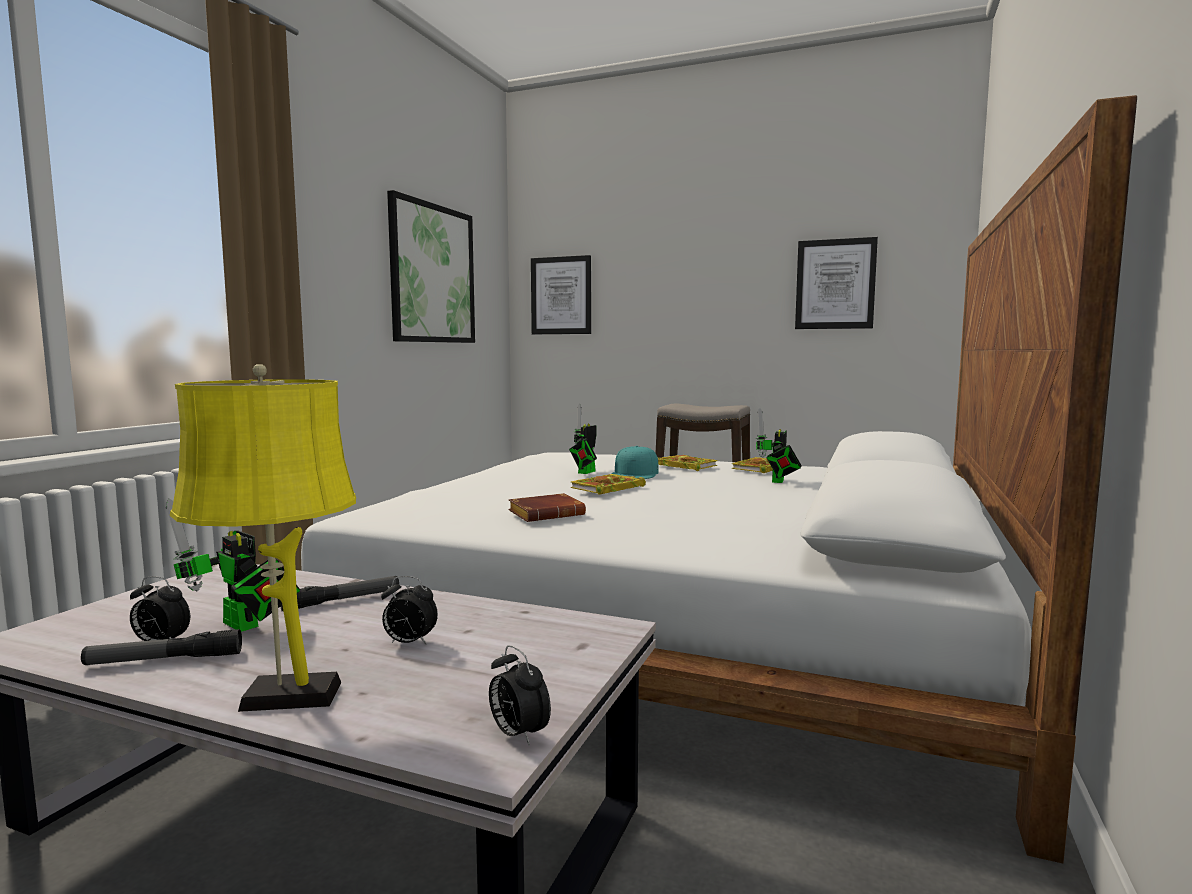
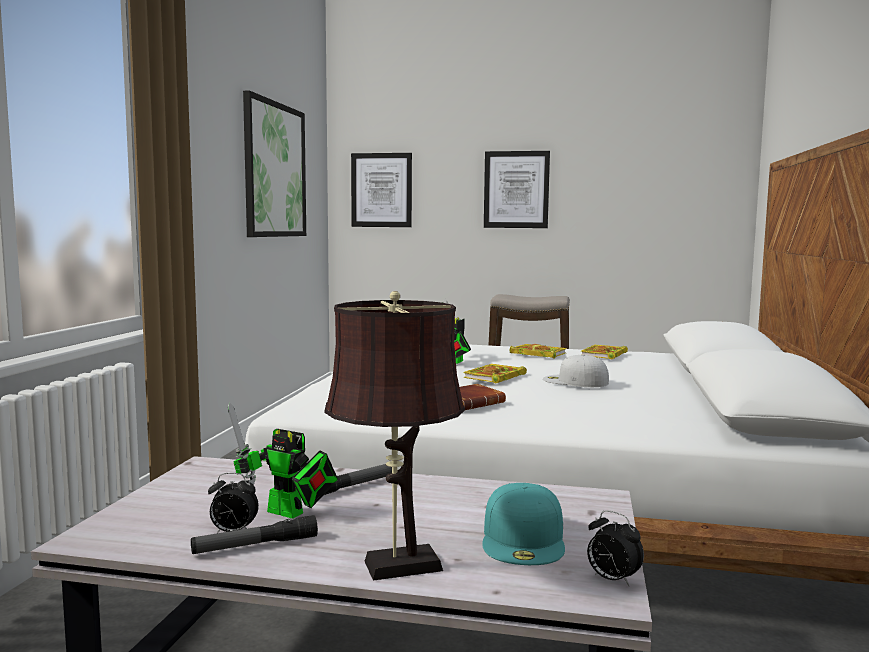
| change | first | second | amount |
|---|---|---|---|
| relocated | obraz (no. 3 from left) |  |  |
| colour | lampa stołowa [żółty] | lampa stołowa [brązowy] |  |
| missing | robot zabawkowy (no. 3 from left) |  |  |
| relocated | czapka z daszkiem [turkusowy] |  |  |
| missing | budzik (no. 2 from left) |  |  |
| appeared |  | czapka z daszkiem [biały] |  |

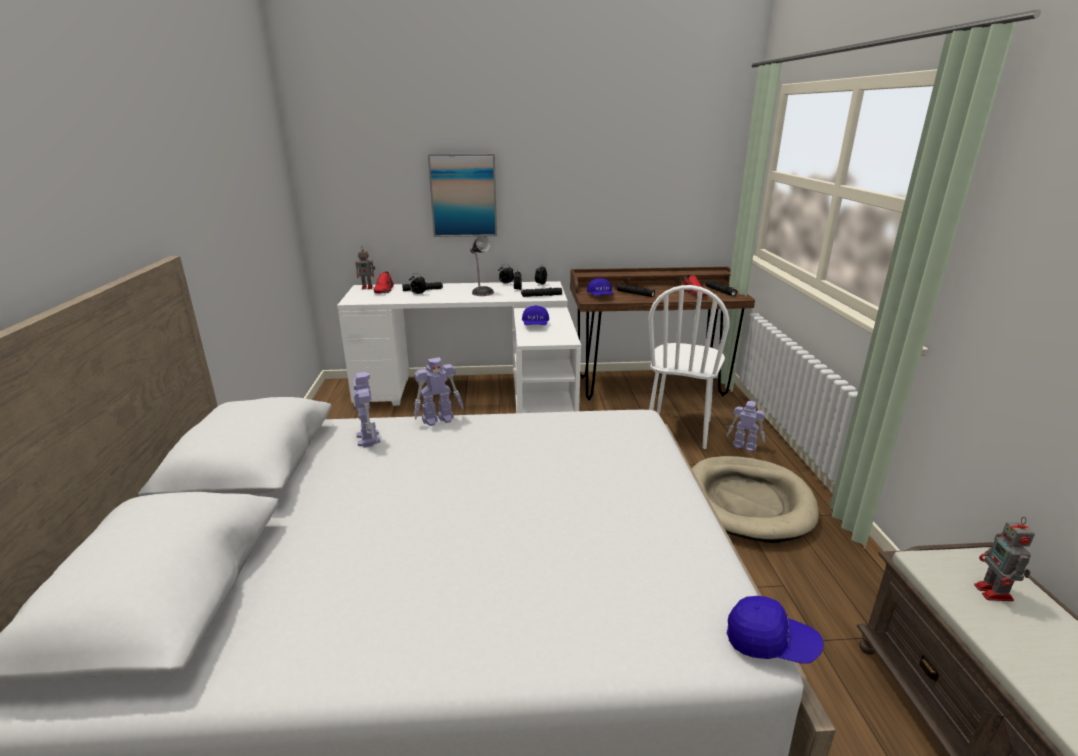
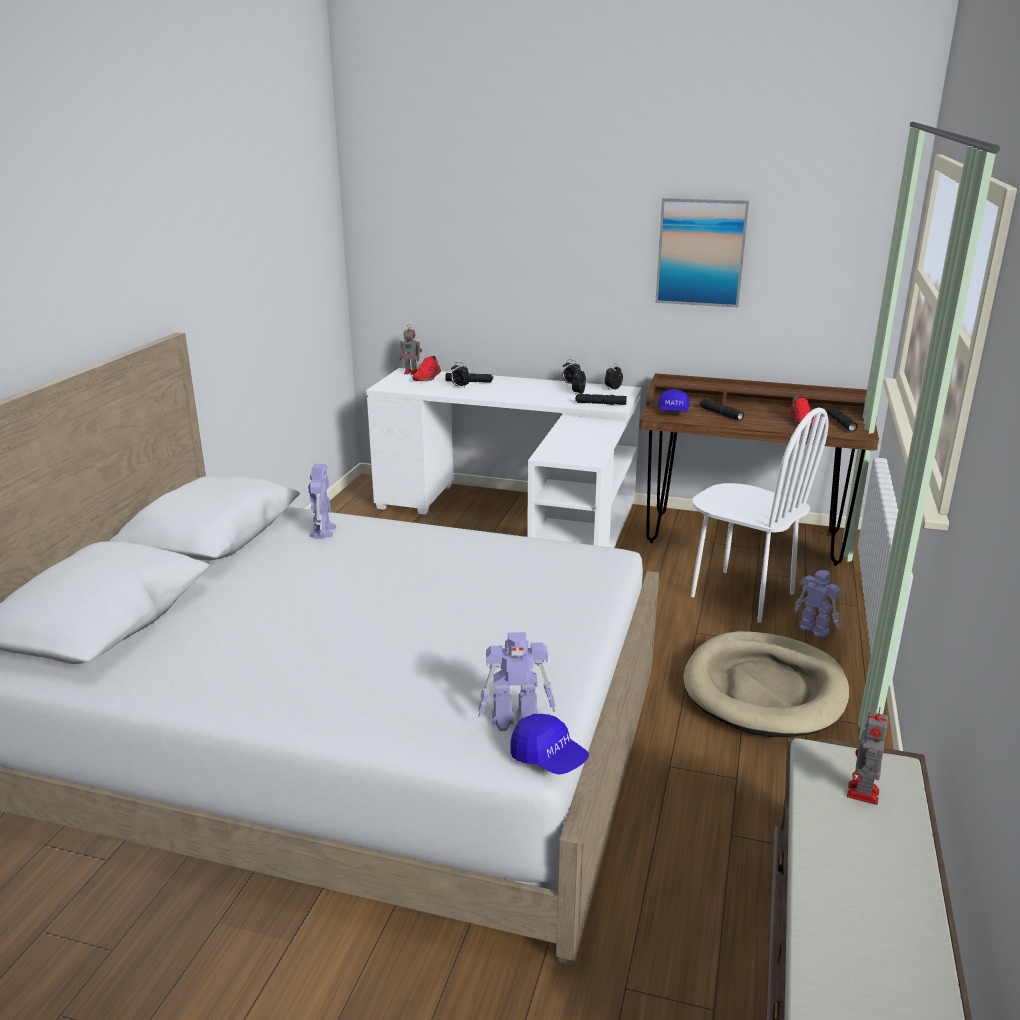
| change | first | second | amount |
|---|---|---|---|
| relocated | obraz |  |  |
| missing | lampa stołowa |  |  |
| spun | krzesło [biały] |  | 90 degrees counterclockwise |
| missing | czapka z daszkiem [niebieski] (no. 1 from left) |  |  |
| relocated | robot zabawkowy (no. 3 from left) |  |  |

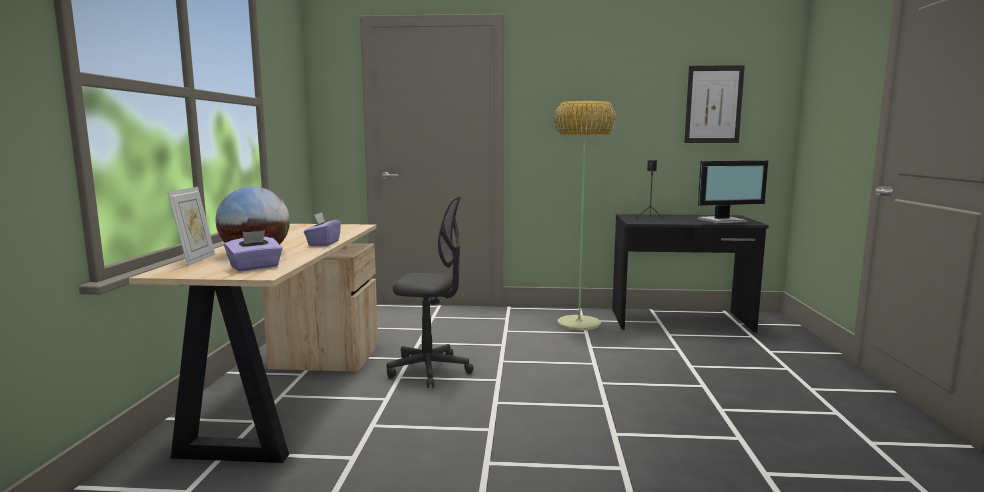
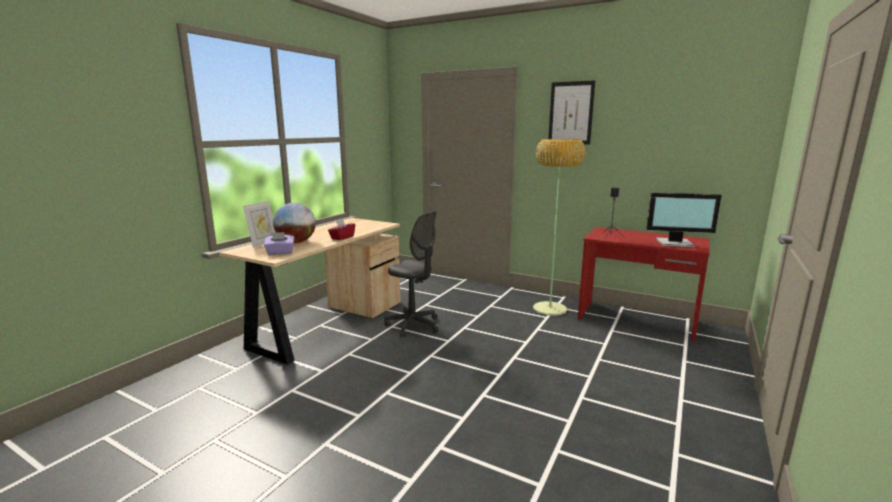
| change | first | second | amount |
|---|---|---|---|
| relocated | obraz |  |  |
| colour | pudełko chusteczek [fioletowy] (no. 2 from left) | pudełko chusteczek [czerwony] |  |
| colour | biurko [czarny] | biurko [czerwony] |  |

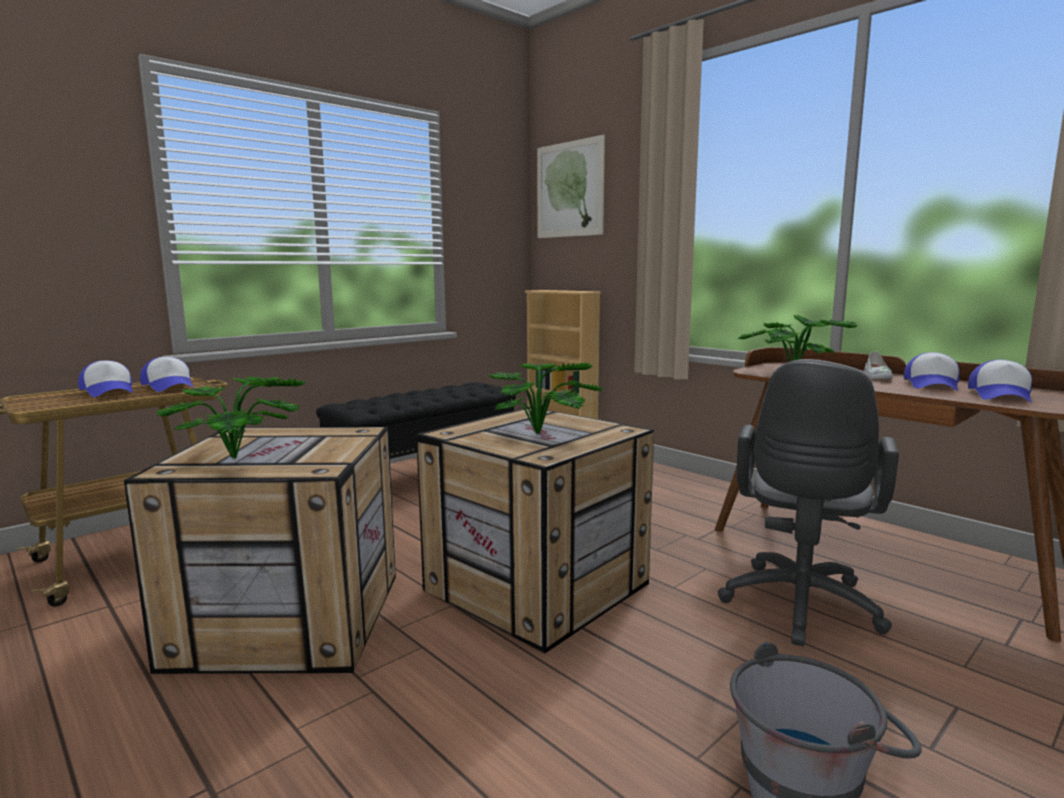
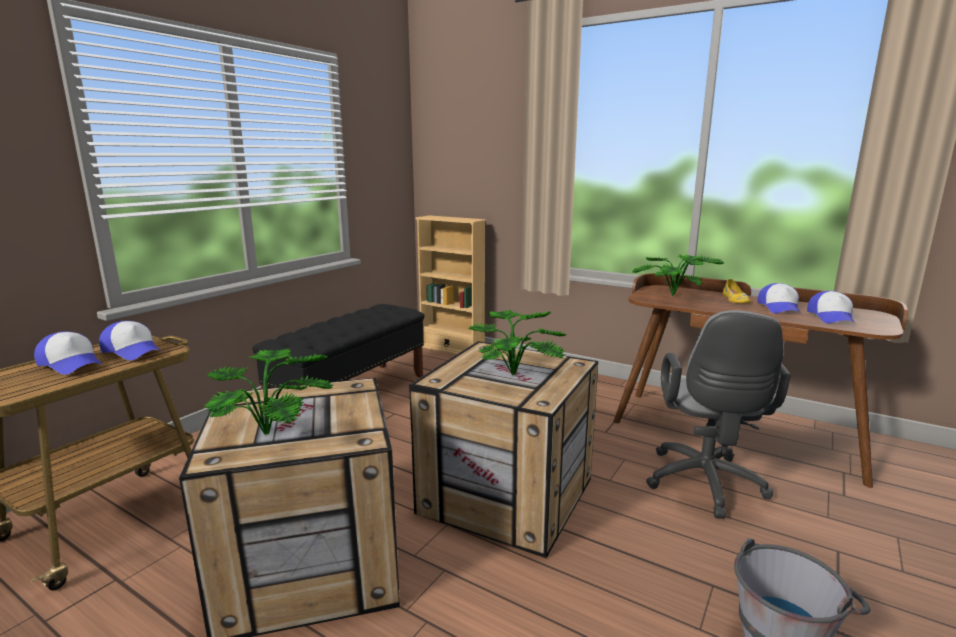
| change | first | second | amount |
|---|---|---|---|
| missing | obraz |  |  |
| colour | but [biały] | but [żółty] |  |

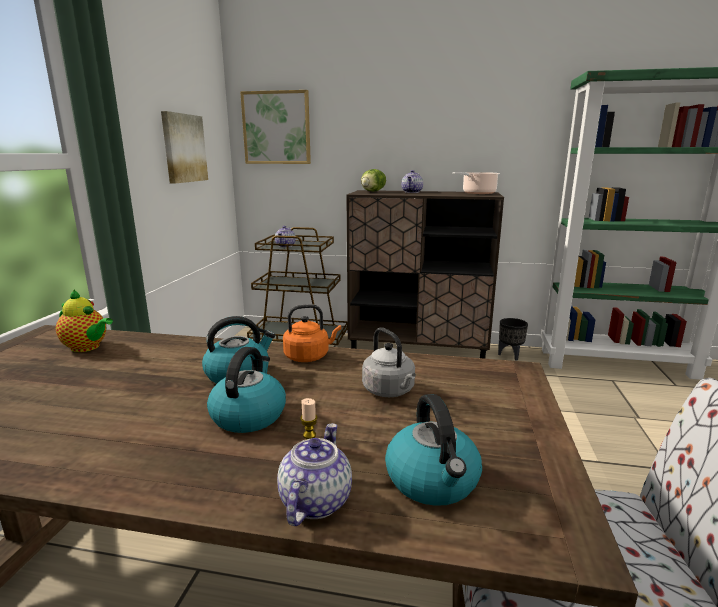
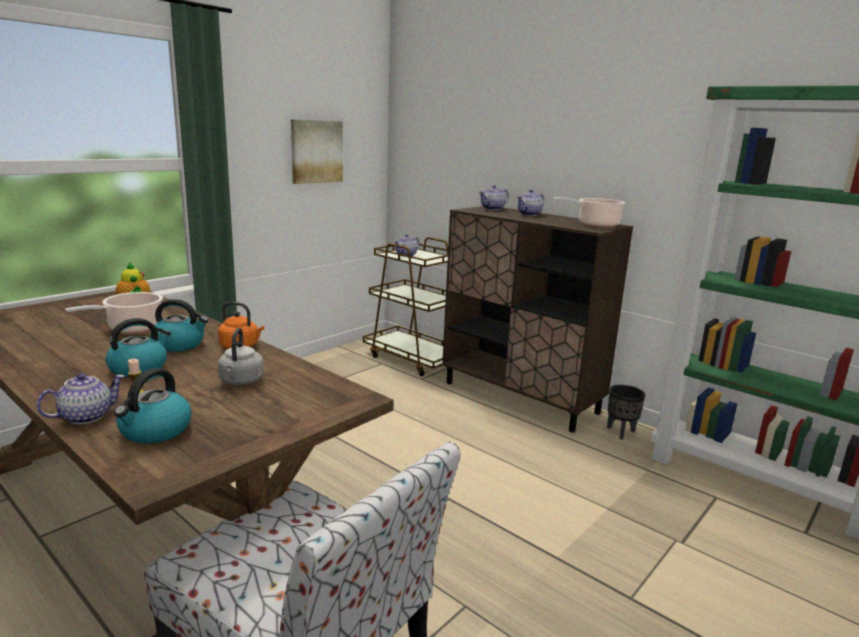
| change | first | second | amount |
|---|---|---|---|
| missing | obraz (no. 2 from left) |  |  |
| exchanged | sałata | imbryk (no. 4 from left) |  |
| appeared |  | garnek (no. 1 from left) |  |

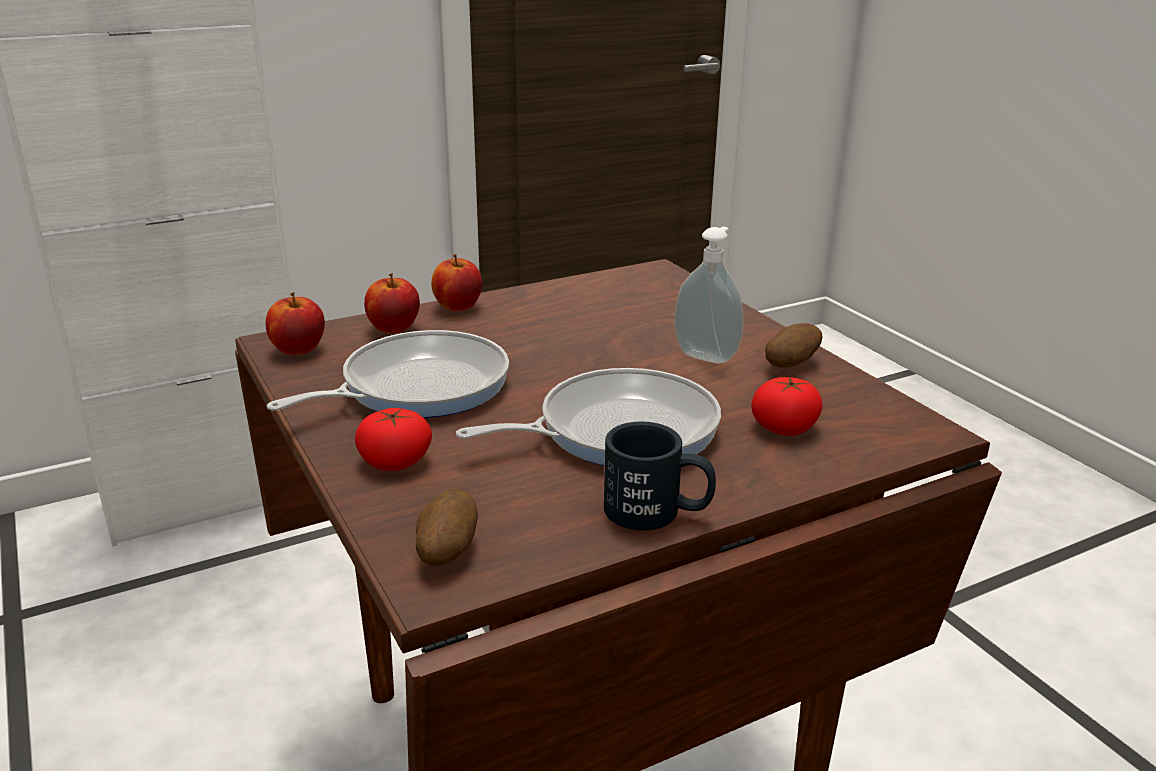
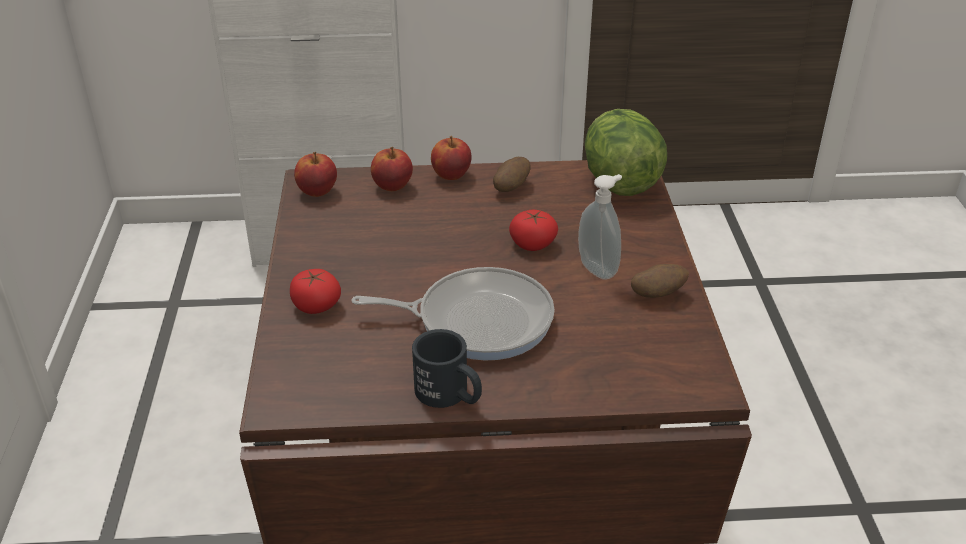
| change | first | second | amount |
|---|---|---|---|
| missing | patelnia (no. 1 from left) |  |  |
| relocated | pomidor (no. 2 from left) |  |  |
| relocated | ziemniak (no. 1 from left) |  |  |
| appeared |  | sałata |  |

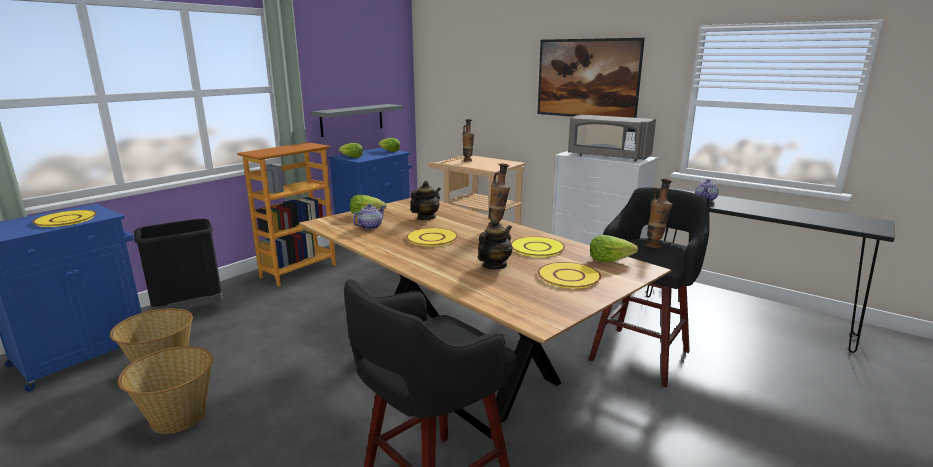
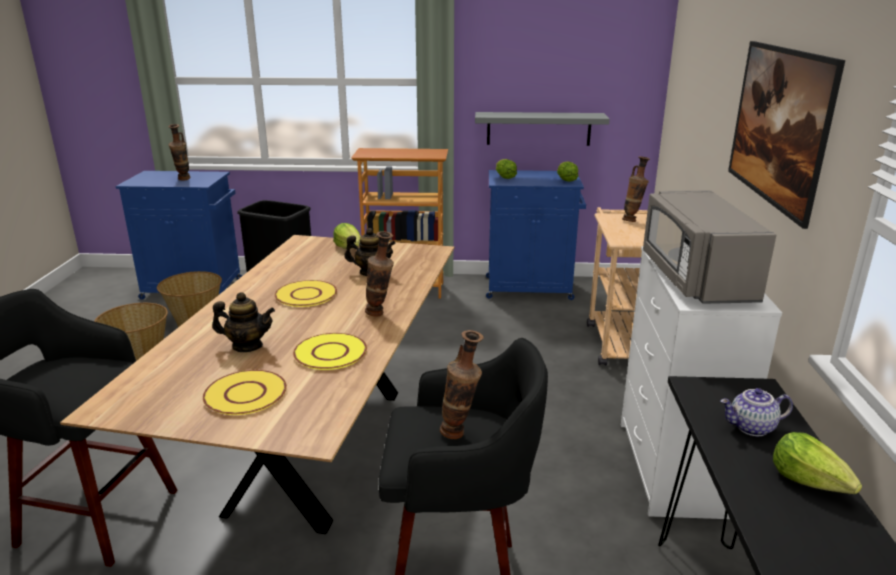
| change | first | second | amount |
|---|---|---|---|
| missing | imbryk (no. 1 from left) |  |  |
| exchanged | talerz [żółty] (no. 1 from left) | wazon (no. 1 from left) |  |
| relocated | sałata (no. 4 from left) |  |  |

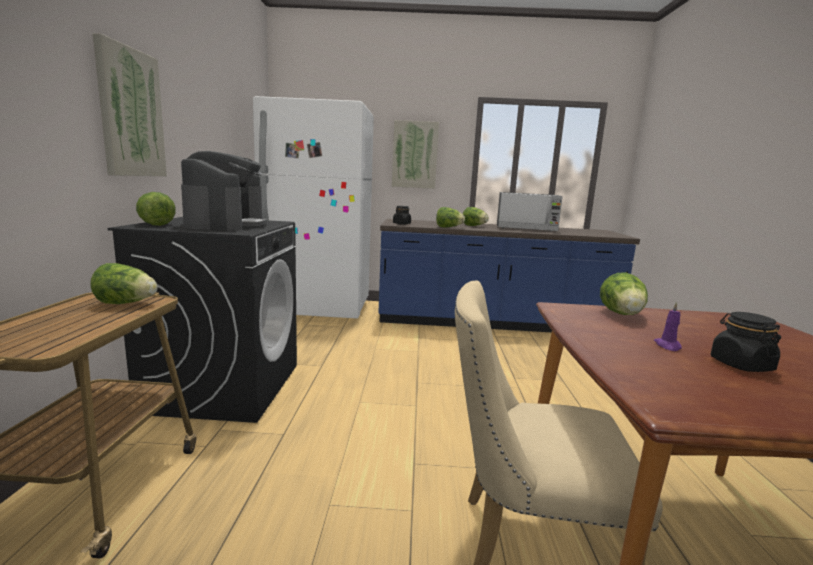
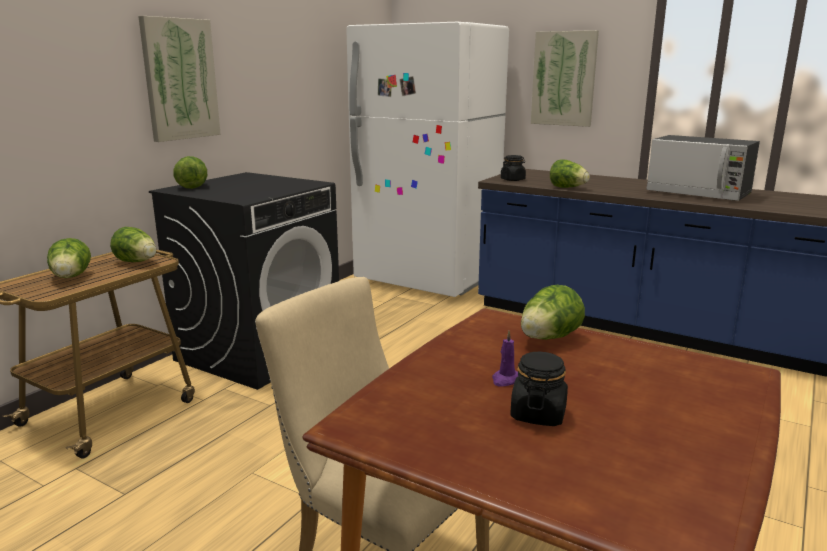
| change | first | second | amount |
|---|---|---|---|
| missing | ekspres do kawy |  |  |
| relocated | sałata (no. 4 from left in the first image) | sałata (no. 1 from left) |  |

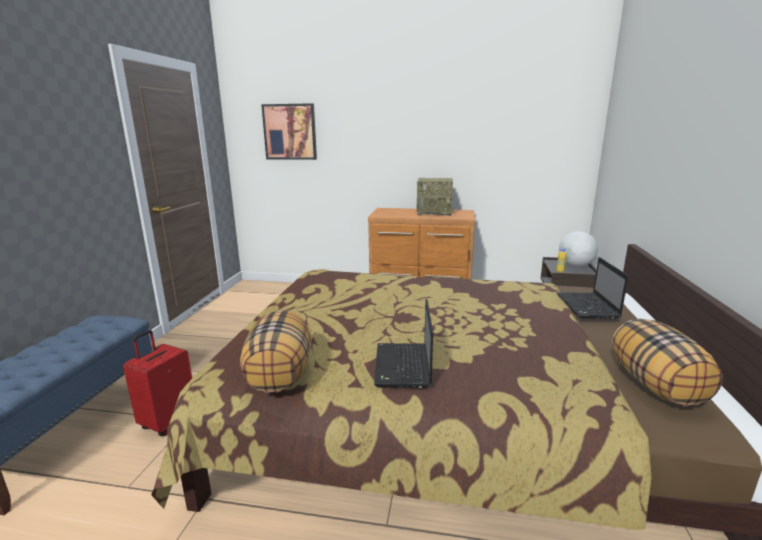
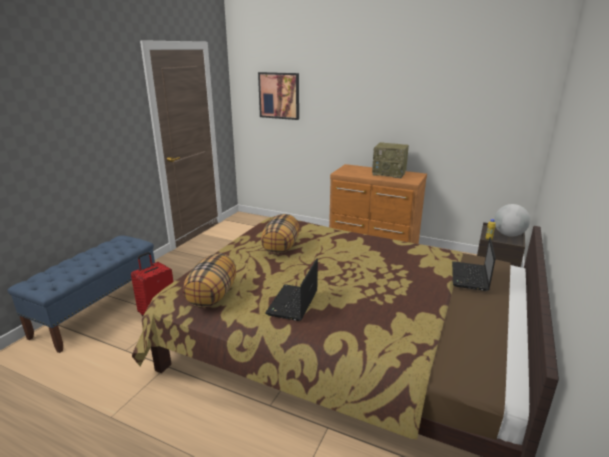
| change | first | second | amount |
|---|---|---|---|
| relocated | poduszka (no. 2 from left) |  |  |

